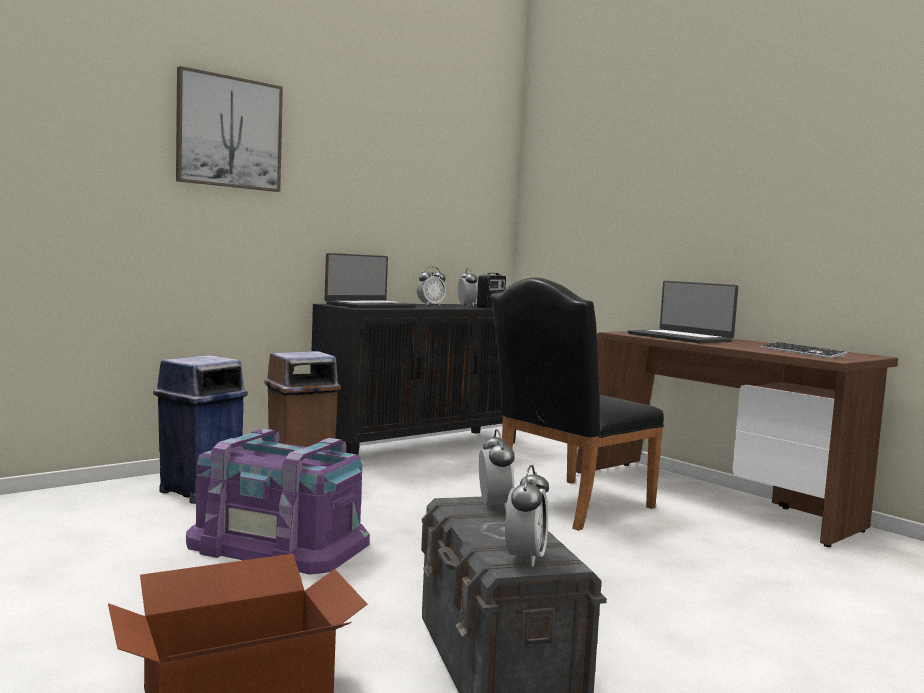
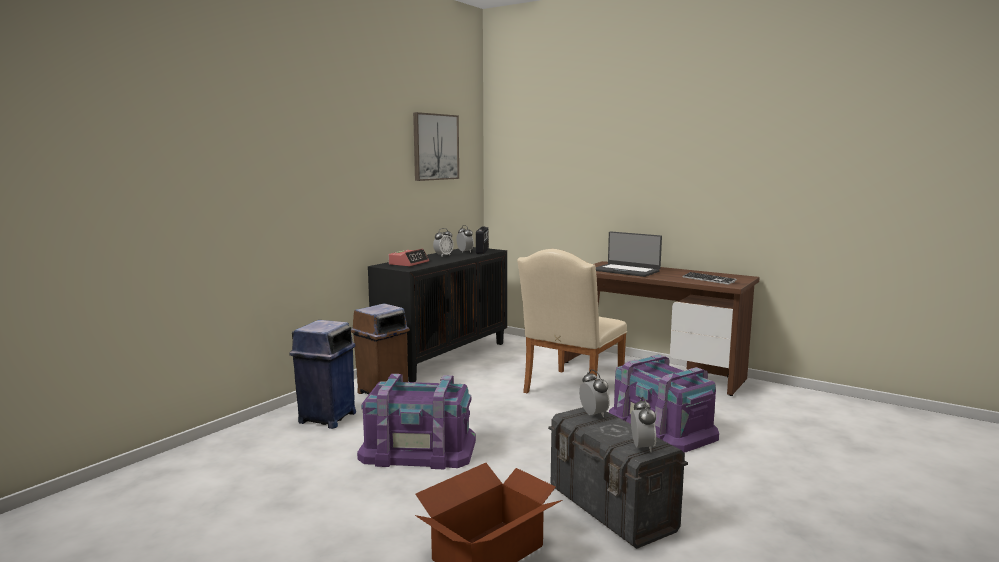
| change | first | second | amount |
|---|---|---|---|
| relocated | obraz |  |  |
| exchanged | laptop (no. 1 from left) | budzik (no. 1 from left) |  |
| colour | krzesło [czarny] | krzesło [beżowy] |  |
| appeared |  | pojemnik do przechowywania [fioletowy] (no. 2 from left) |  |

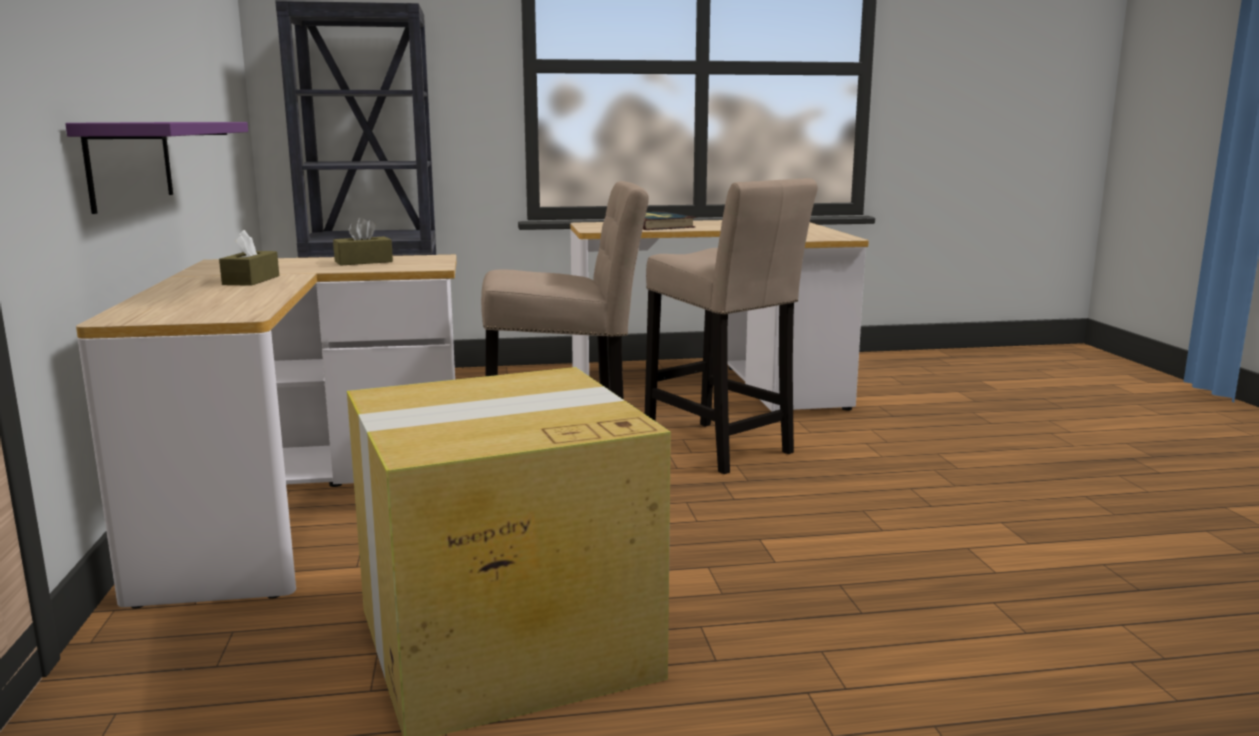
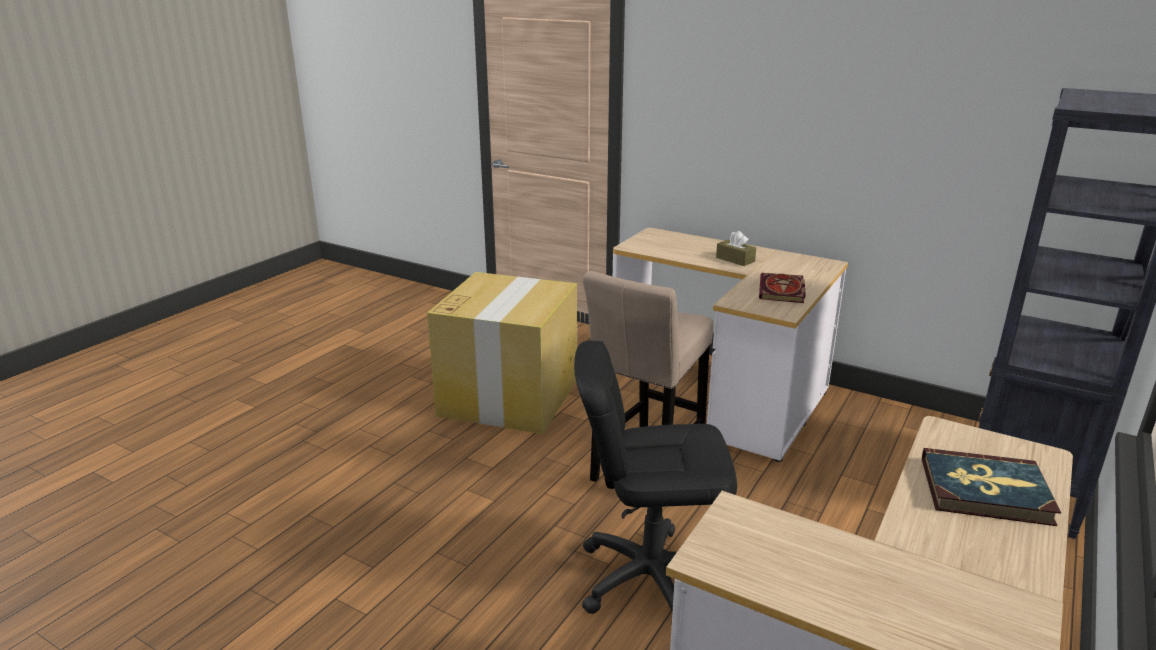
| change | first | second | amount |
|---|---|---|---|
| missing | półka [fioletowy] |  |  |
| exchanged | stołek [beżowy] (no. 2 from left) | krzesło biurowe [czarny] |  |
| exchanged | pudełko chusteczek [brązowy] (no. 2 from left) | książka (no. 1 from left) |  |

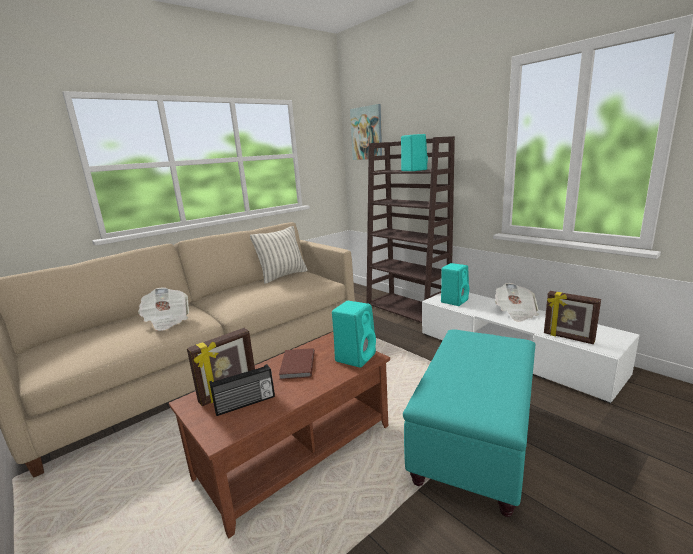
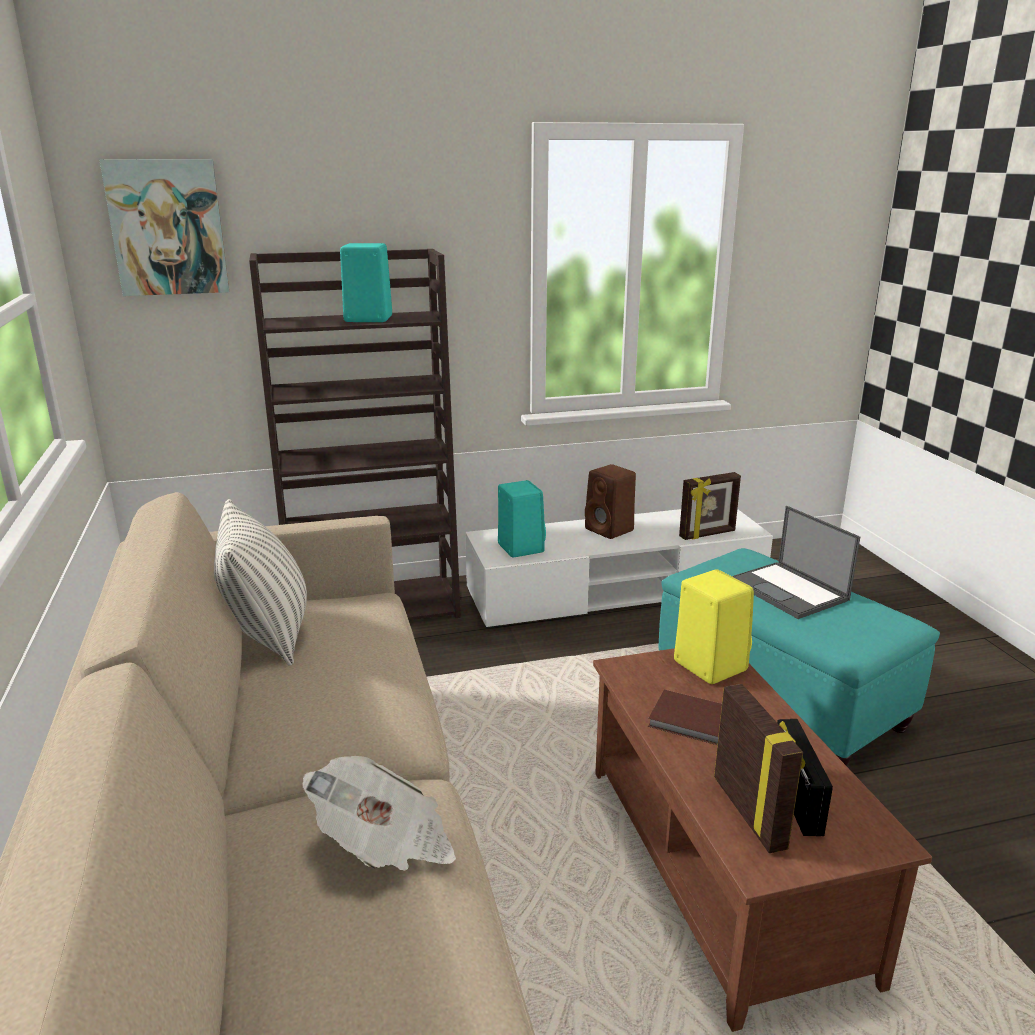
| change | first | second | amount |
|---|---|---|---|
| exchanged | gazeta (no. 2 from left) | głośnik [brązowy] |  |
| colour | głośnik [turkusowy] (no. 1 from left) | głośnik [żółty] |  |
| appeared |  | laptop |  |

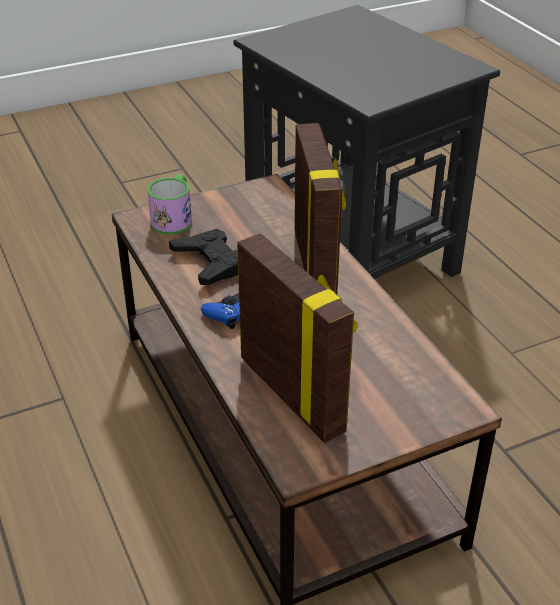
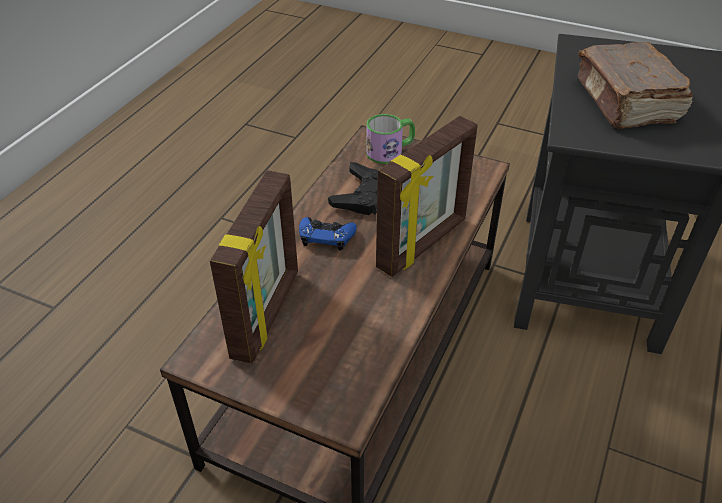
| change | first | second | amount |
|---|---|---|---|
| appeared |  | książka [brązowy] |  |

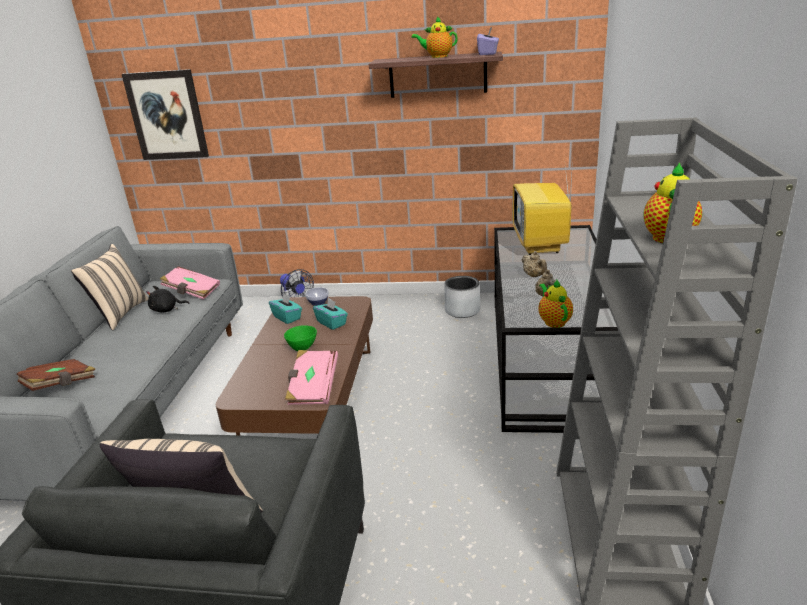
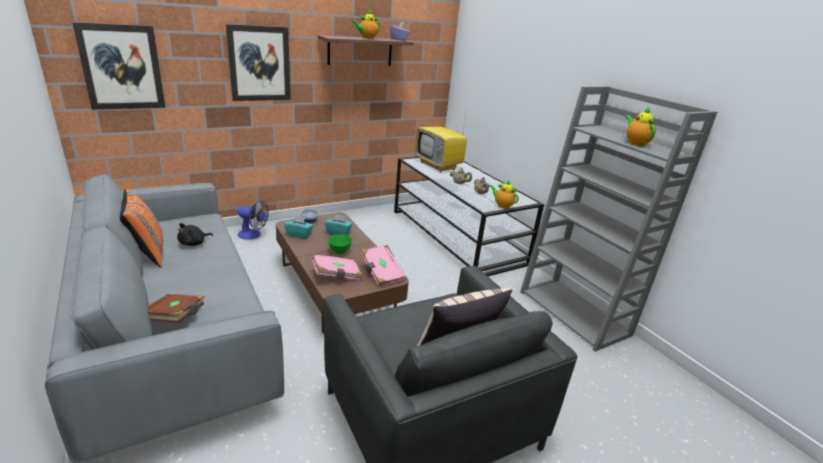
| change | first | second | amount |
|---|---|---|---|
| colour | poduszka [beżowy] (no. 1 from left) | poduszka [pomarańczowy] |  |
| relocated | książka [różowy] (no. 1 from left) |  |  |
| missing | donica [szary] |  |  |
| appeared |  | obraz (no. 2 from left) |  |

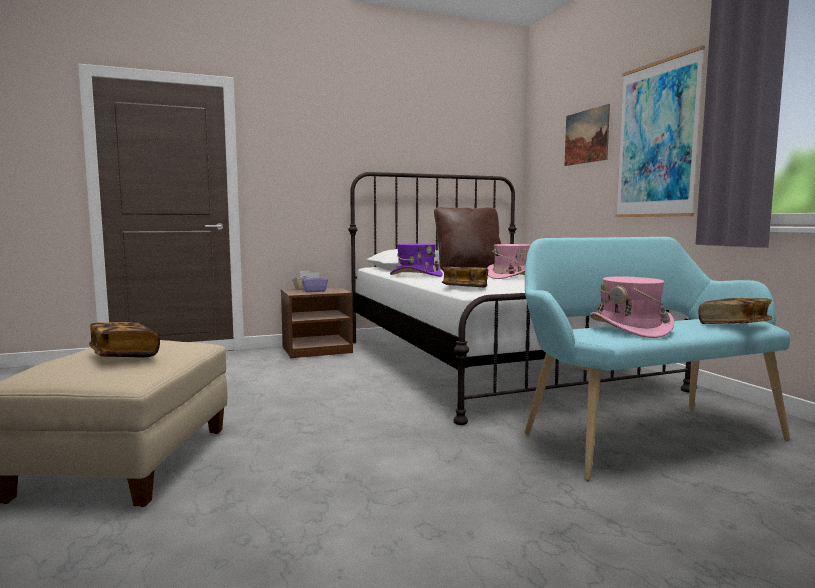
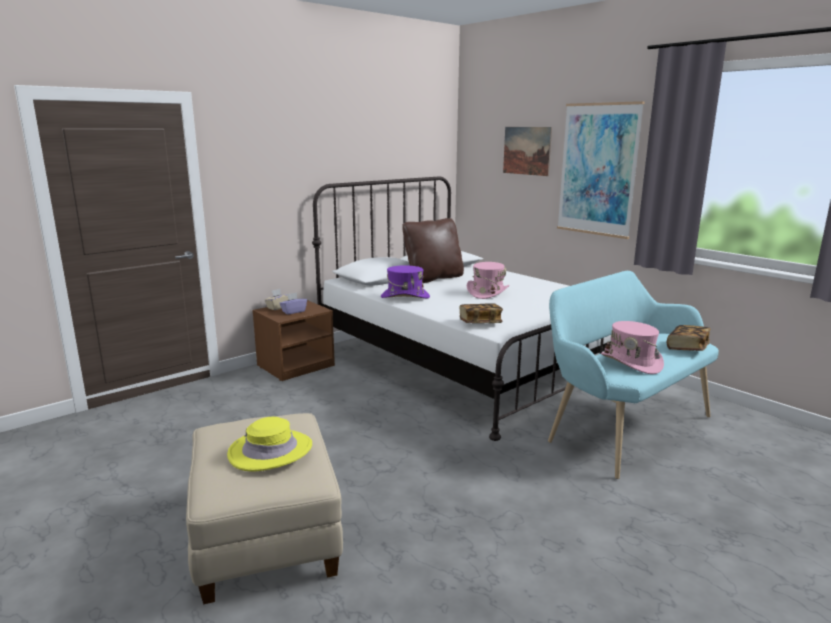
| change | first | second | amount |
|---|---|---|---|
| exchanged | książka (no. 1 from left) | kapelusz [żółty] |  |

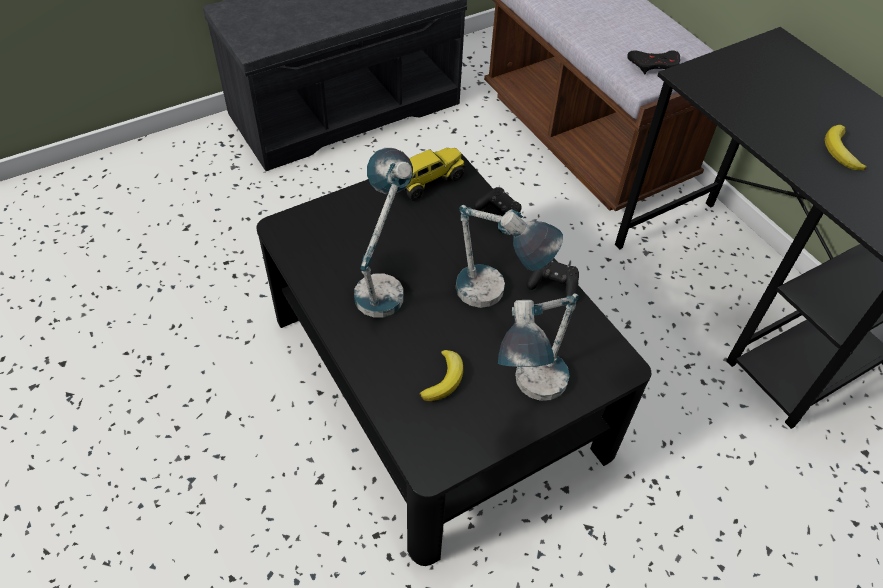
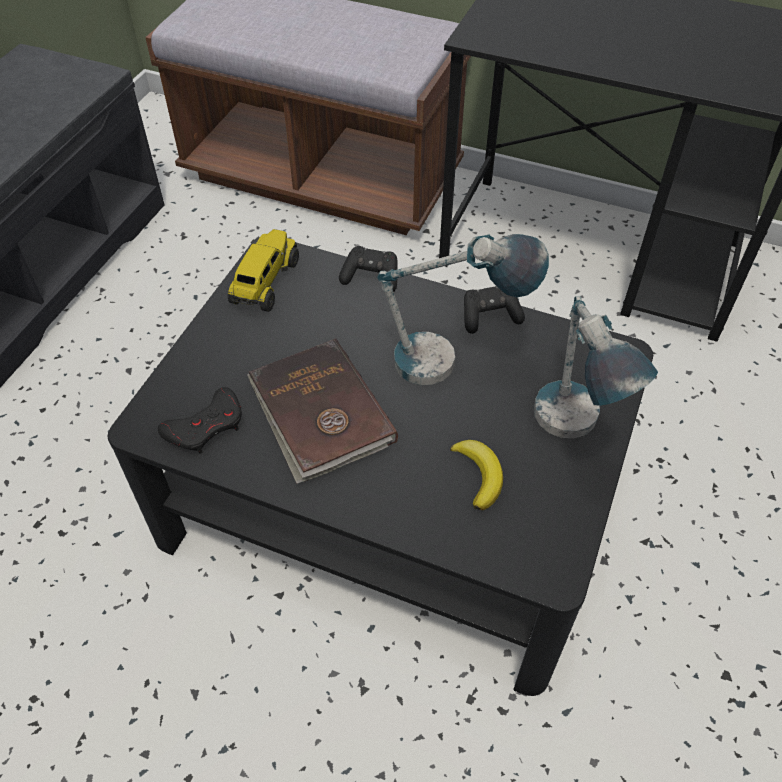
| change | first | second | amount |
|---|---|---|---|
| relocated | pad do gier [czarny] (no. 3 from left in the first image) | pad do gier [czarny] (no. 1 from left) |  |
| missing | banan (no. 2 from left) |  |  |
| exchanged | lampa stołowa (no. 1 from left) | książka [brązowy] |  |

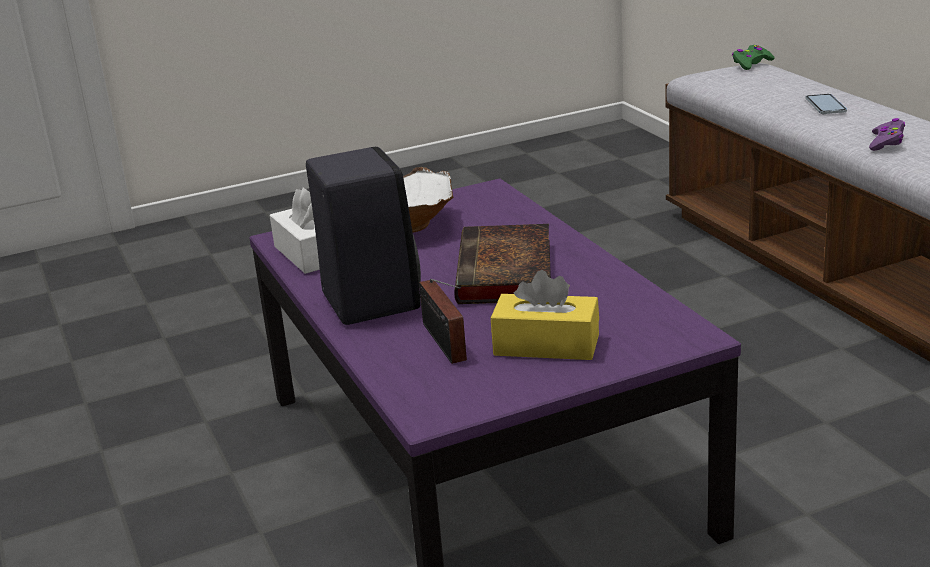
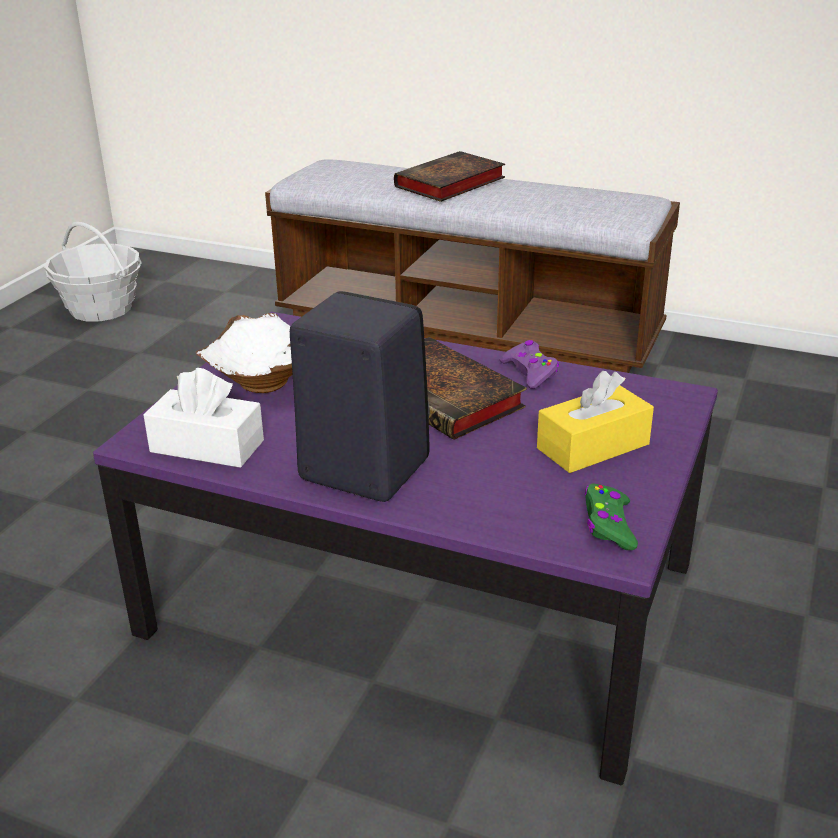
| change | first | second | amount |
|---|---|---|---|
| relocated | pad do gier [zielony] |  |  |
| exchanged | telefon | książka (no. 1 from left) |  |
| relocated | pad do gier [fioletowy] |  |  |
| missing | radio |  |  |
| appeared |  | koszyk |  |

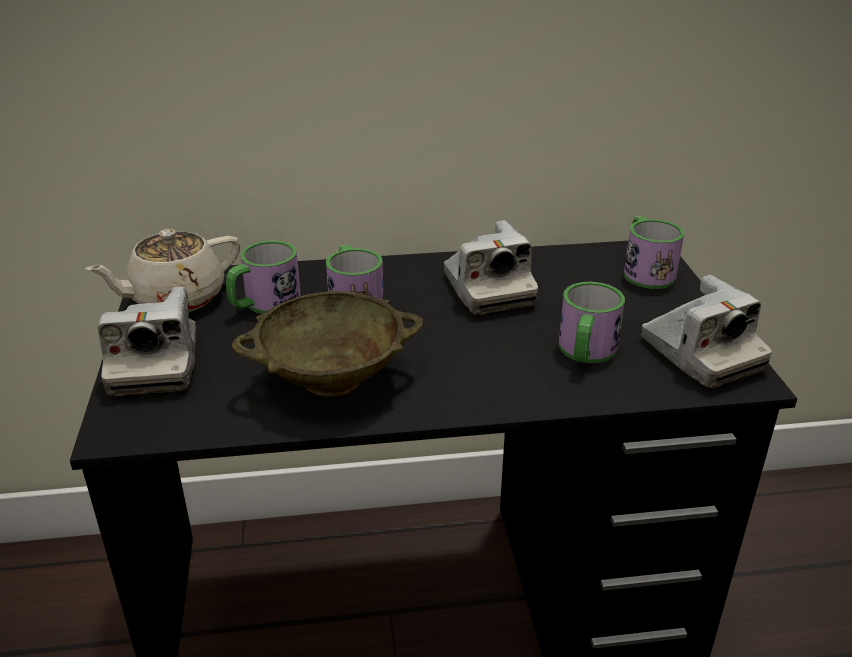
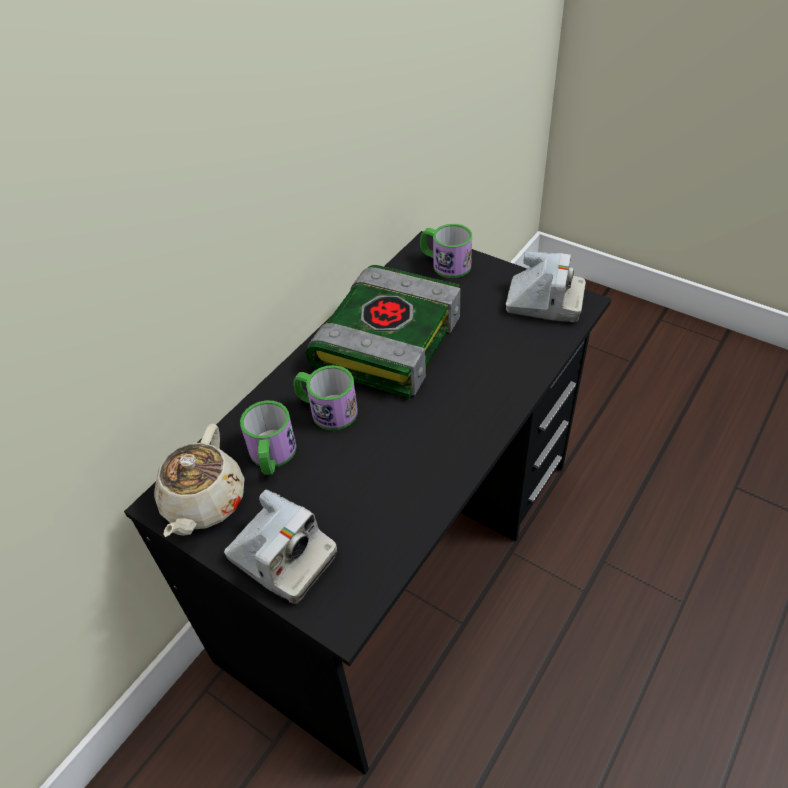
| change | first | second | amount |
|---|---|---|---|
| exchanged | aparat fotograficzny (no. 2 from left) | książka |  |
| missing | kubek (no. 3 from left) |  |  |
| missing | miska [beżowy] |  |  |

